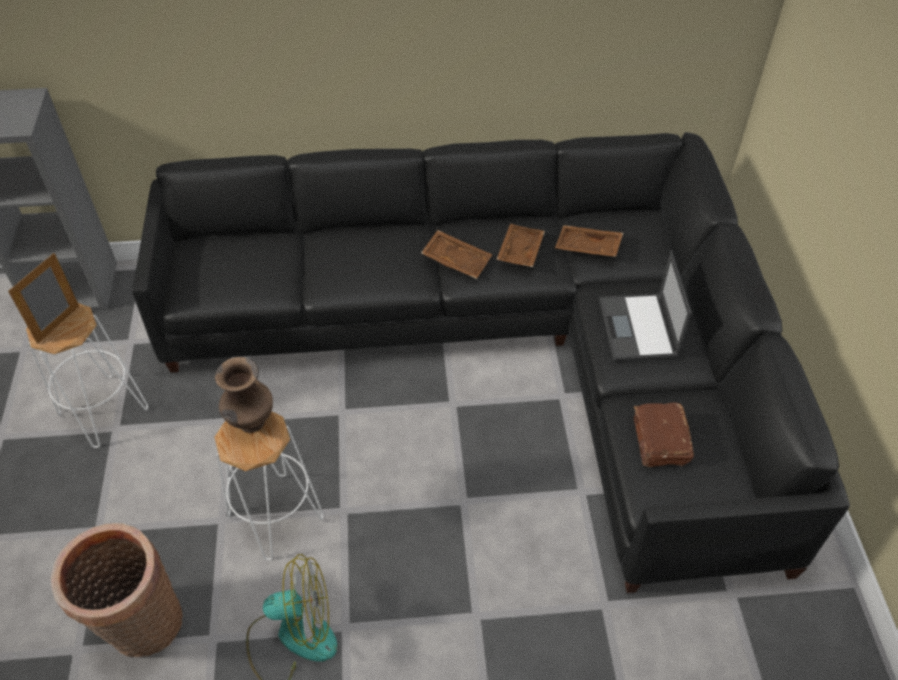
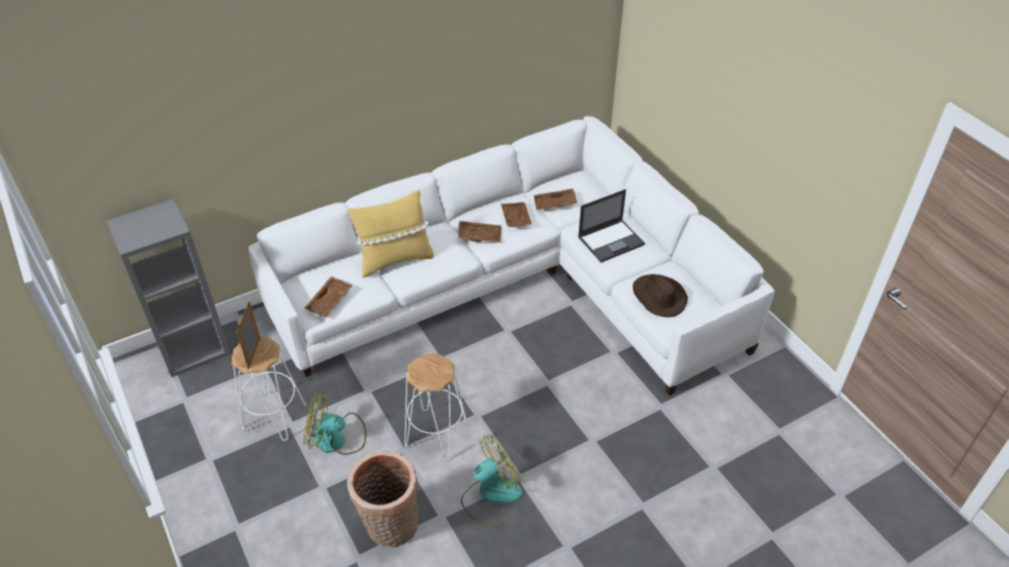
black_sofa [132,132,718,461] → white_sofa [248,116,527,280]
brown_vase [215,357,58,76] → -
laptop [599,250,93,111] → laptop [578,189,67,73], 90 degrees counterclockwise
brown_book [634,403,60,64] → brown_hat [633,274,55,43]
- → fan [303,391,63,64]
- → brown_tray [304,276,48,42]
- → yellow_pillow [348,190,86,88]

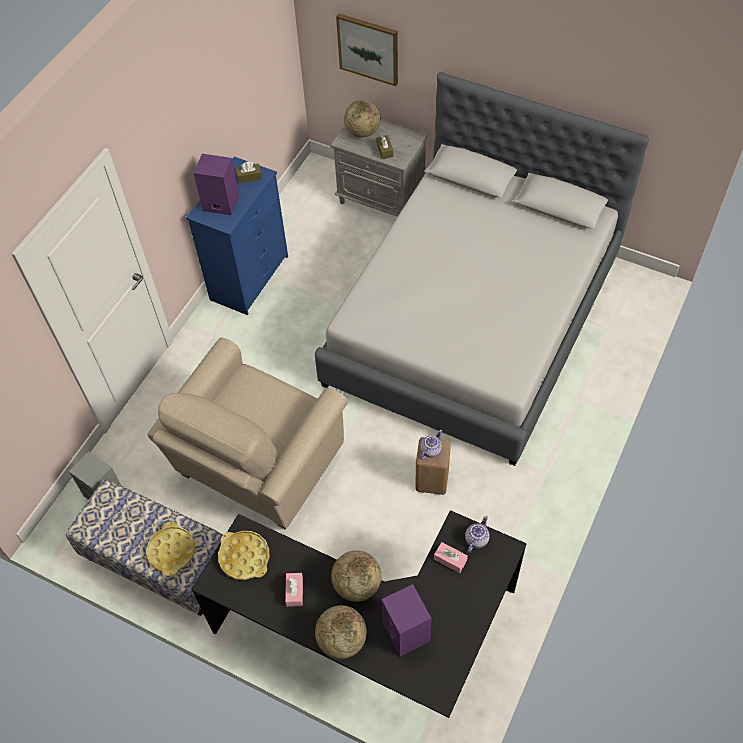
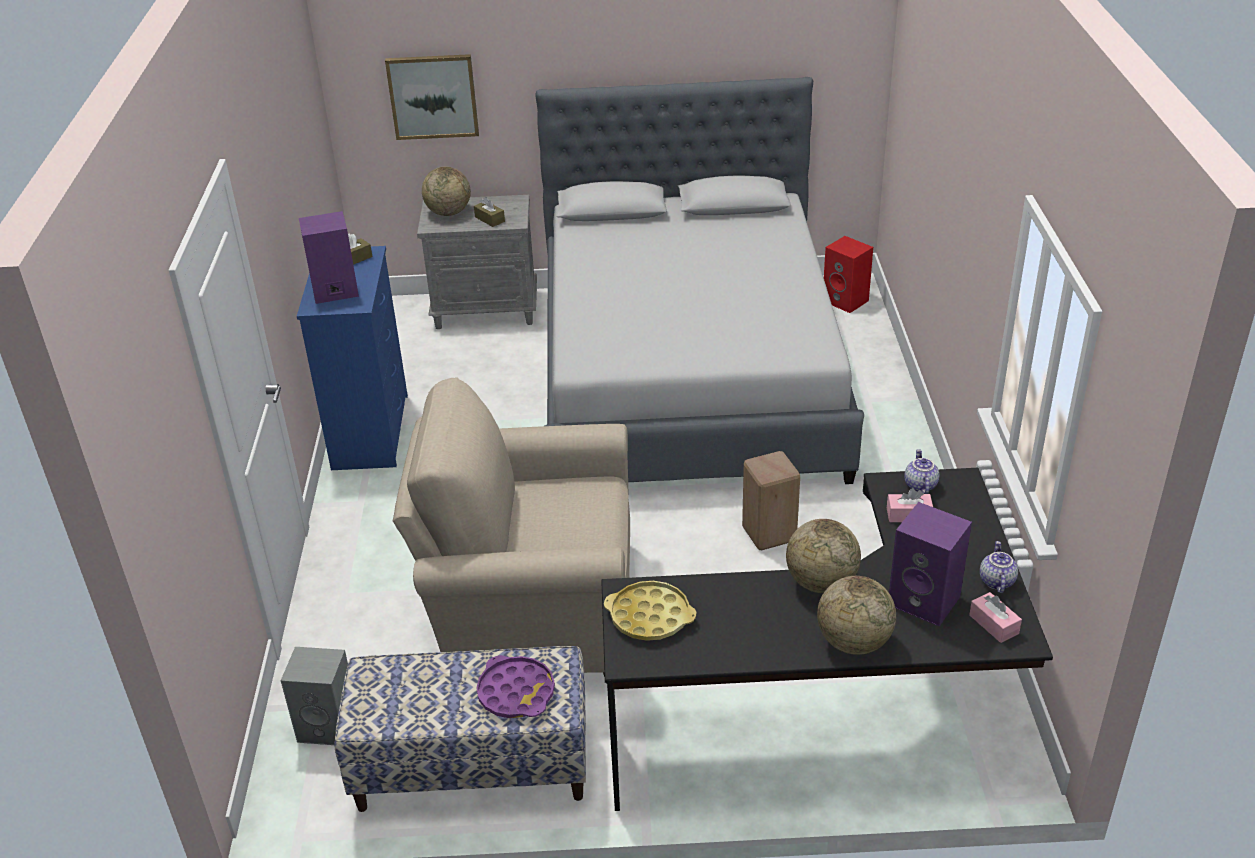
yellow_tray [146,522,49,54] → purple_tray [476,655,79,63]
beige_armchair [147,338,201,191] → beige_armchair [393,377,237,300], 90 degrees clockwise
pink_tissue_box [285,573,18,34] → pink_tissue_box [969,592,53,51], moved
teapot [420,430,22,30] → teapot [980,541,38,52], moved
- → red_speaker [824,236,49,77]

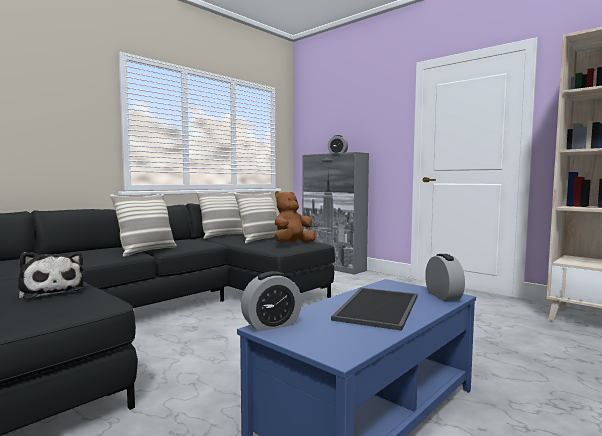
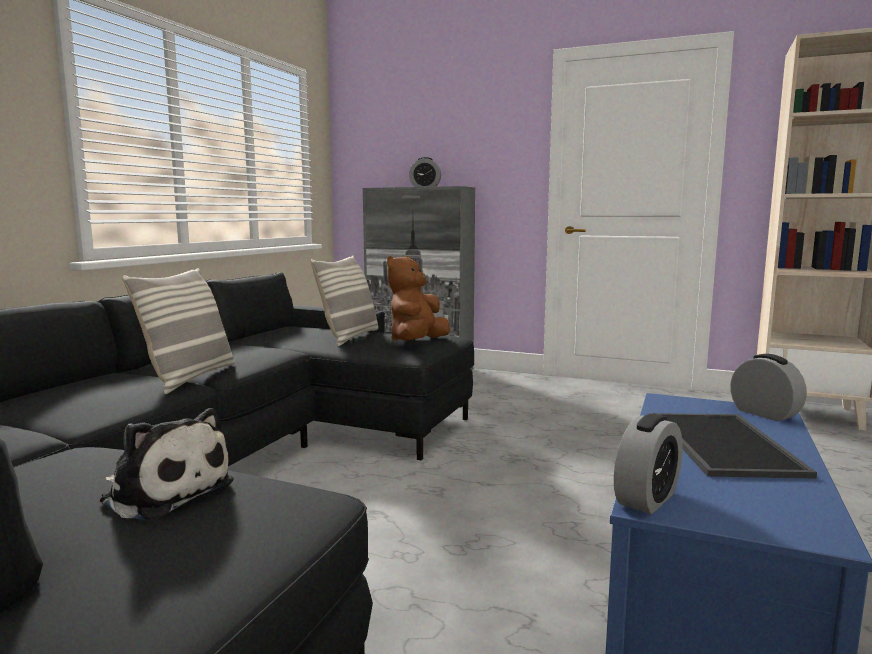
pillow [196,191,47,48] → -

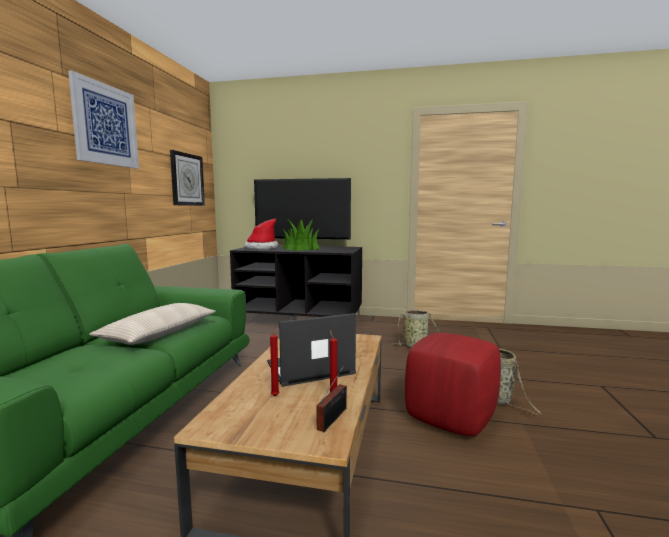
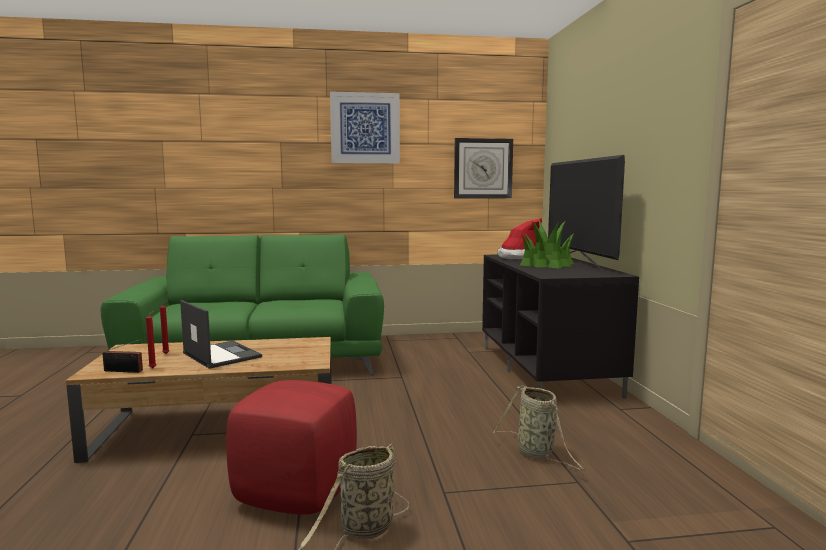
beige_pillow [89,303,127,42] → -

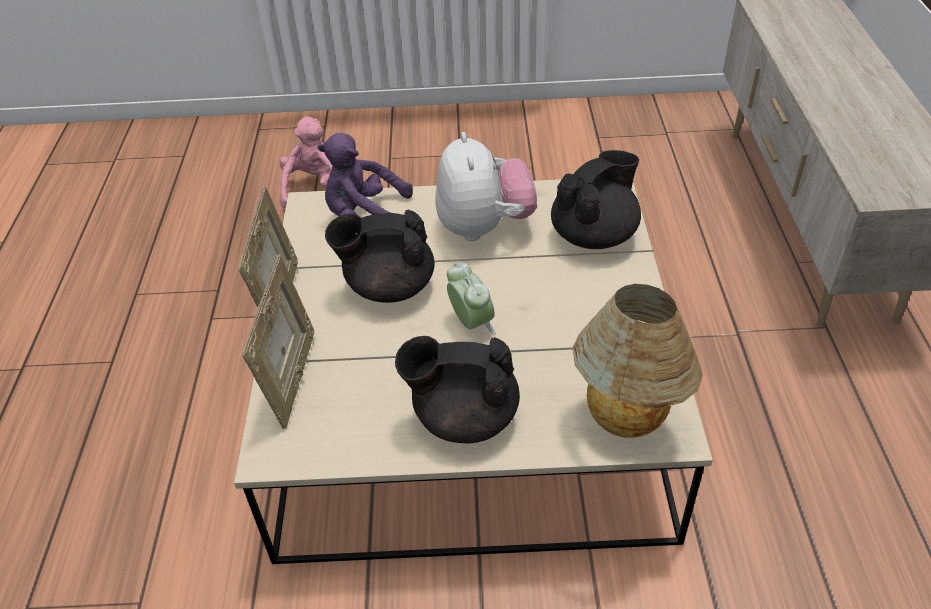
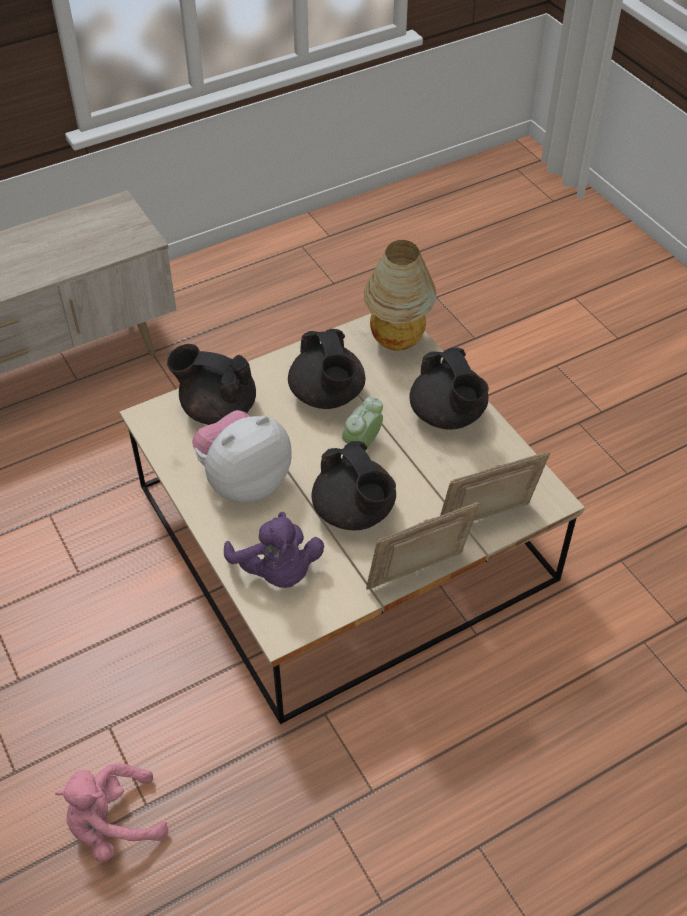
- → black_teapot [288,329,77,80]

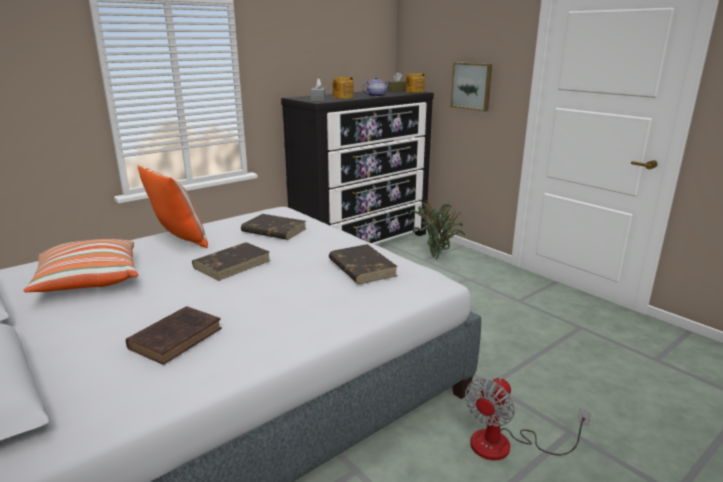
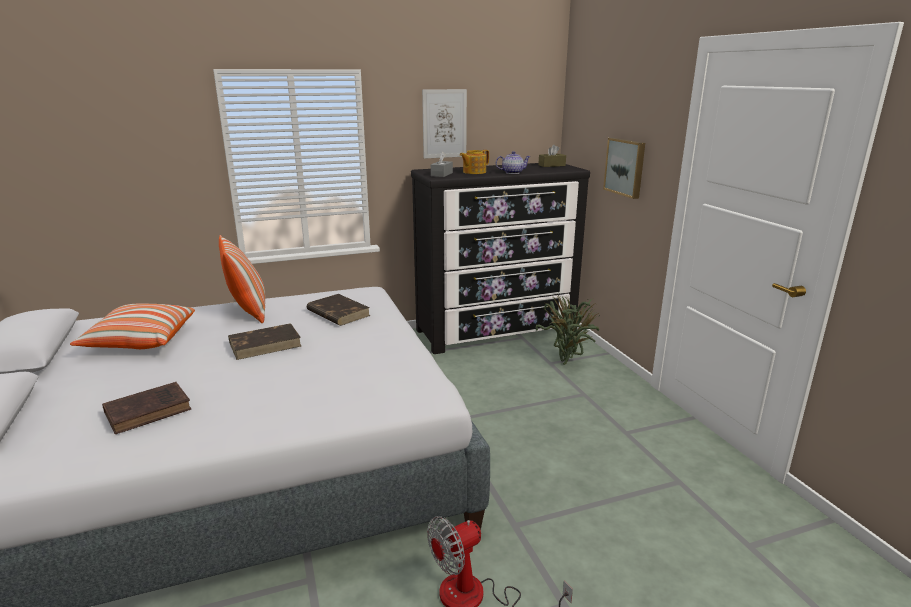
brown_book [329,244,69,40] → -
teapot [405,73,20,20] → -
- → picture [422,89,45,70]

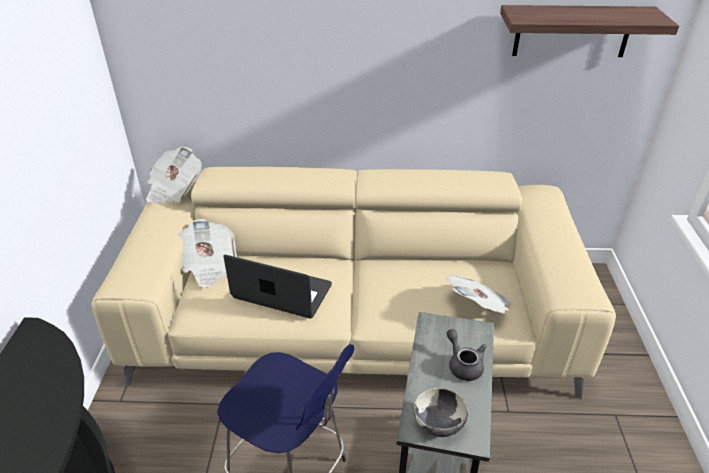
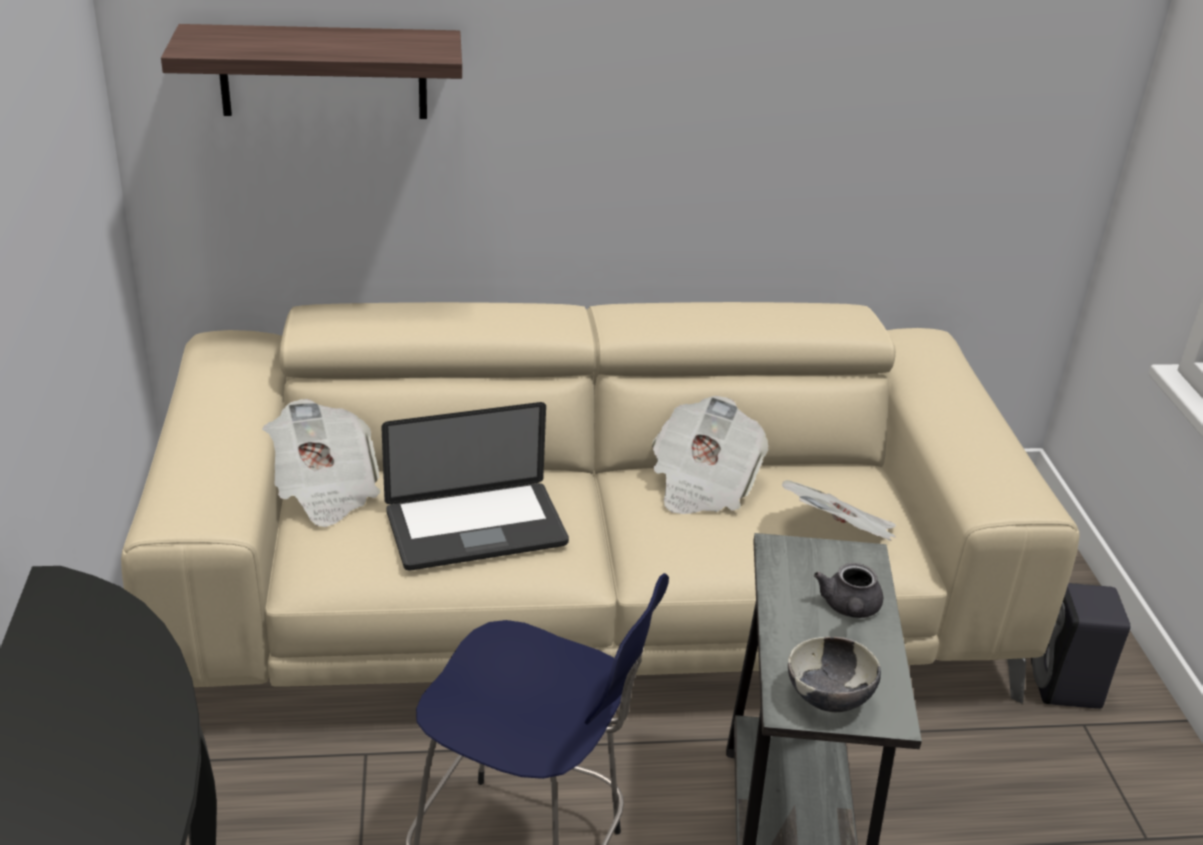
newspaper [146,147,56,57] → newspaper [652,396,116,118], moved
laptop [223,255,109,64] → laptop [381,402,188,168], 150 degrees clockwise
grey_teapot [447,329,40,52] → grey_teapot [814,563,69,55], 135 degrees counterclockwise
shelf [500,5,179,52] → shelf [161,24,301,95], moved
- → black_speaker [1031,583,100,126]

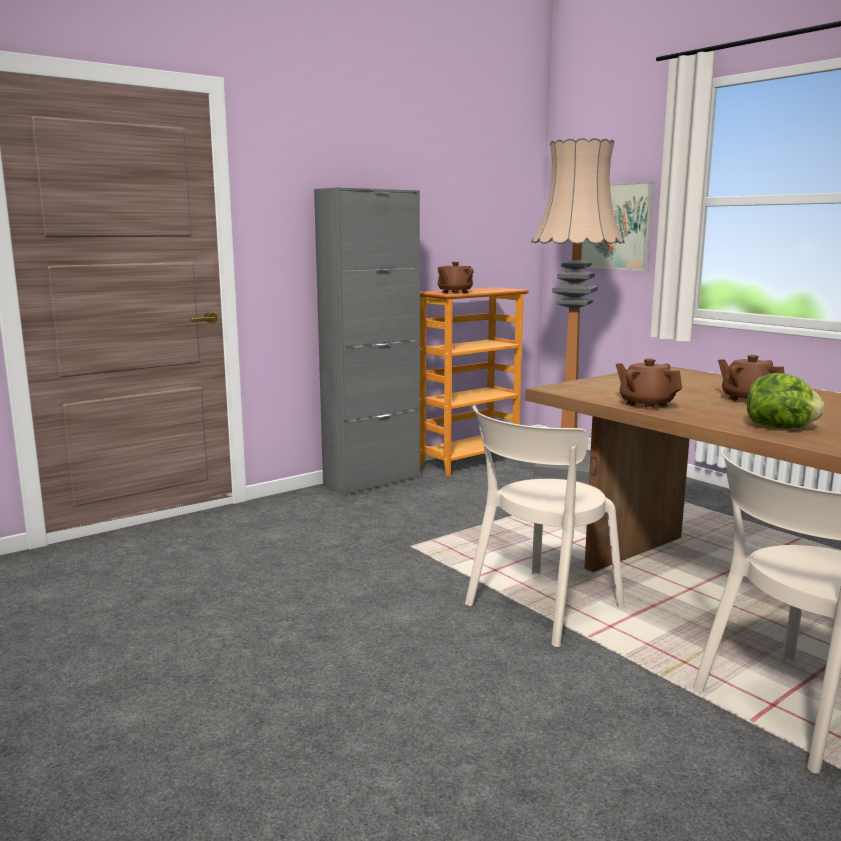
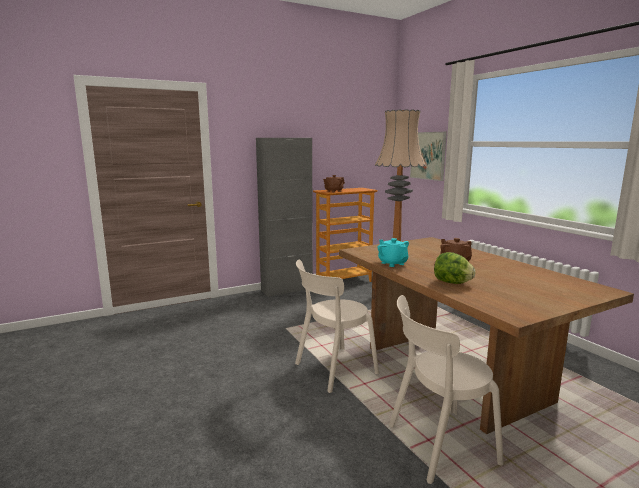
brown_teapot [616,359,66,51] → turquoise_teapot [378,238,31,29]

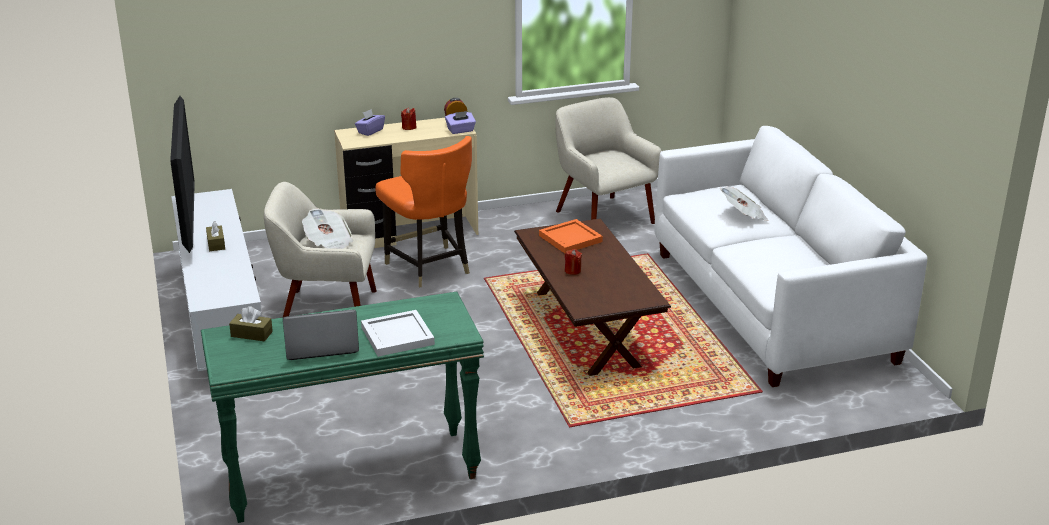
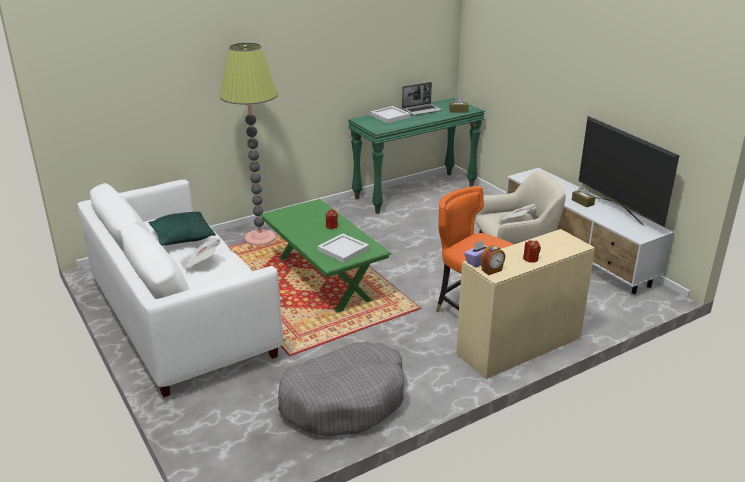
purple_tissue_box [355,109,30,27] → -
brown_coffee_table [514,218,157,158] → green_coffee_table [260,199,131,114]
orange_tray [539,219,64,34] → white_tray [317,234,52,29]
beige_armchair [555,97,106,127] → grey_dog_bed [278,341,126,95]
- → green_pillow [148,211,68,34]
- → floor_lamp [220,43,58,203]

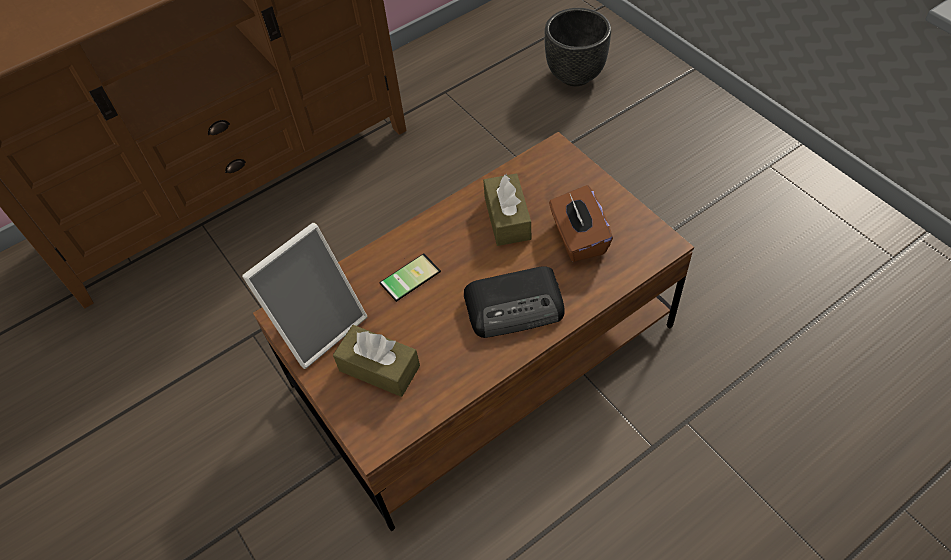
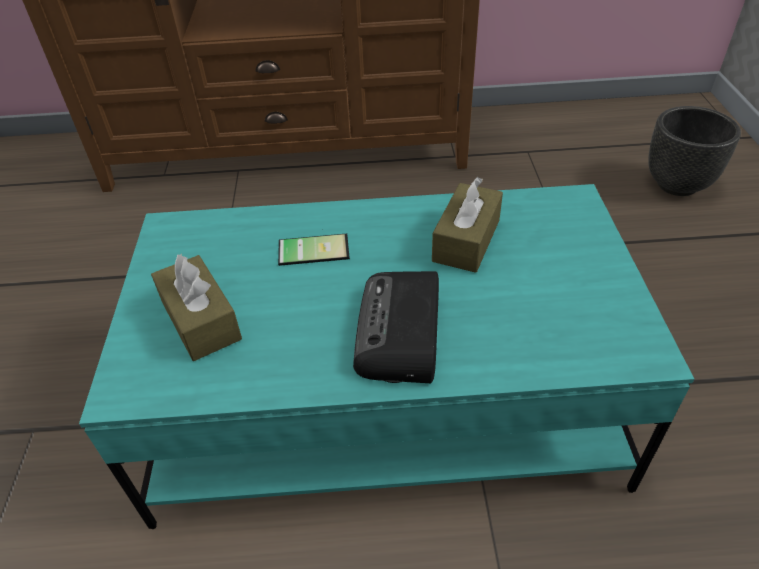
picture_frame [242,223,125,146] → -
brown_coffee_table [253,132,441,399] → turquoise_coffee_table [79,184,615,345]
radio [464,266,101,72] → radio [353,271,86,112], 75 degrees clockwise
brown_tissue_box [549,185,64,77] → -

